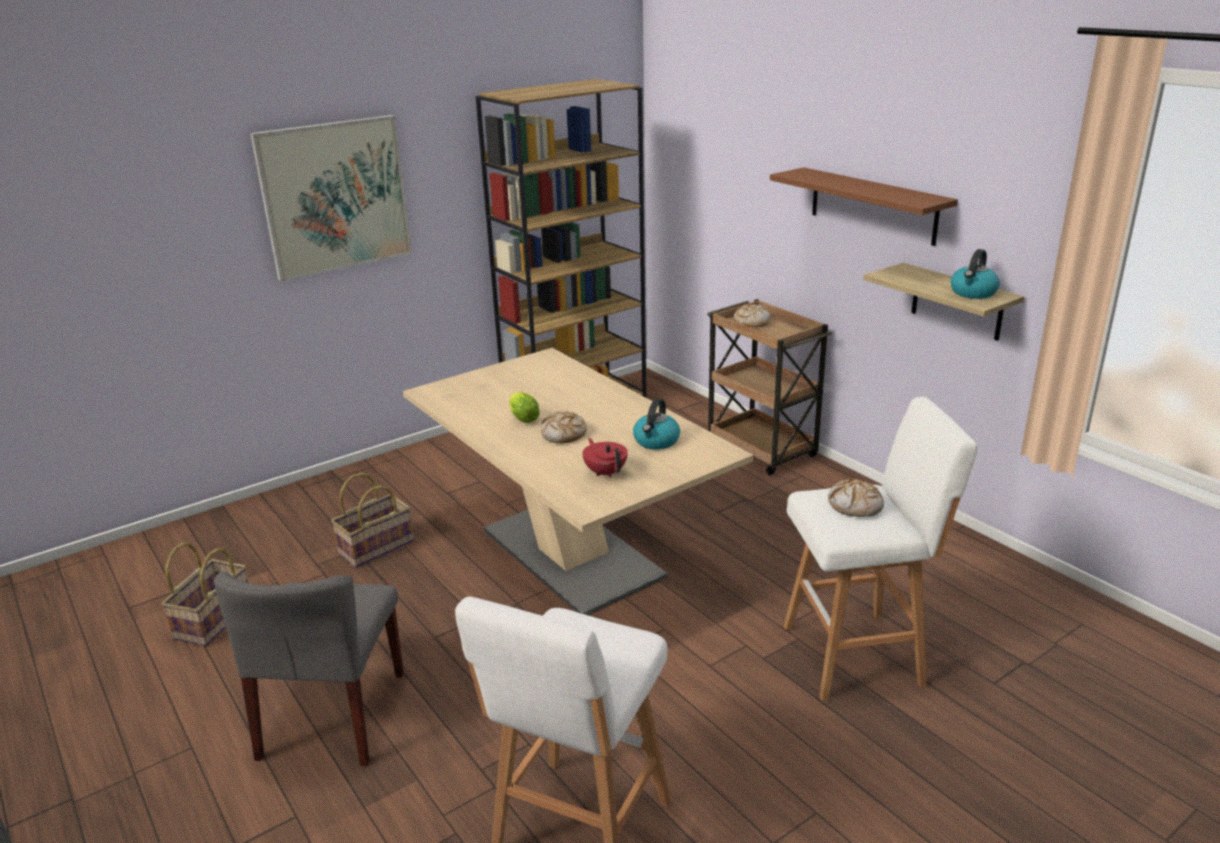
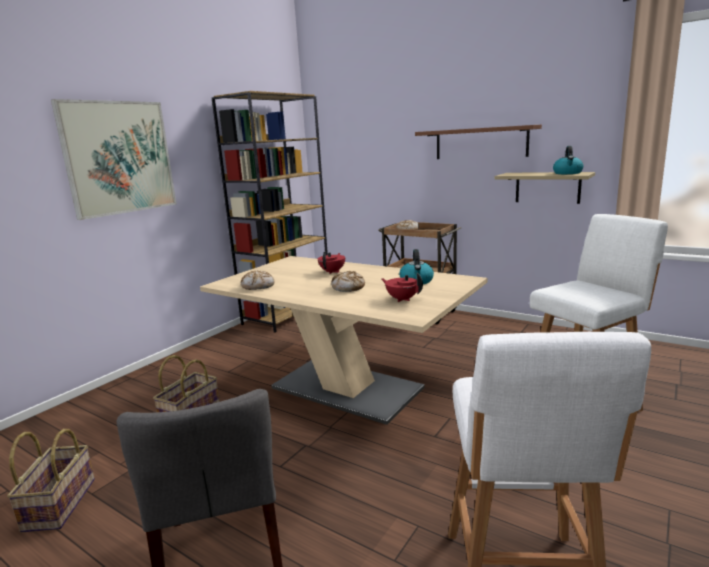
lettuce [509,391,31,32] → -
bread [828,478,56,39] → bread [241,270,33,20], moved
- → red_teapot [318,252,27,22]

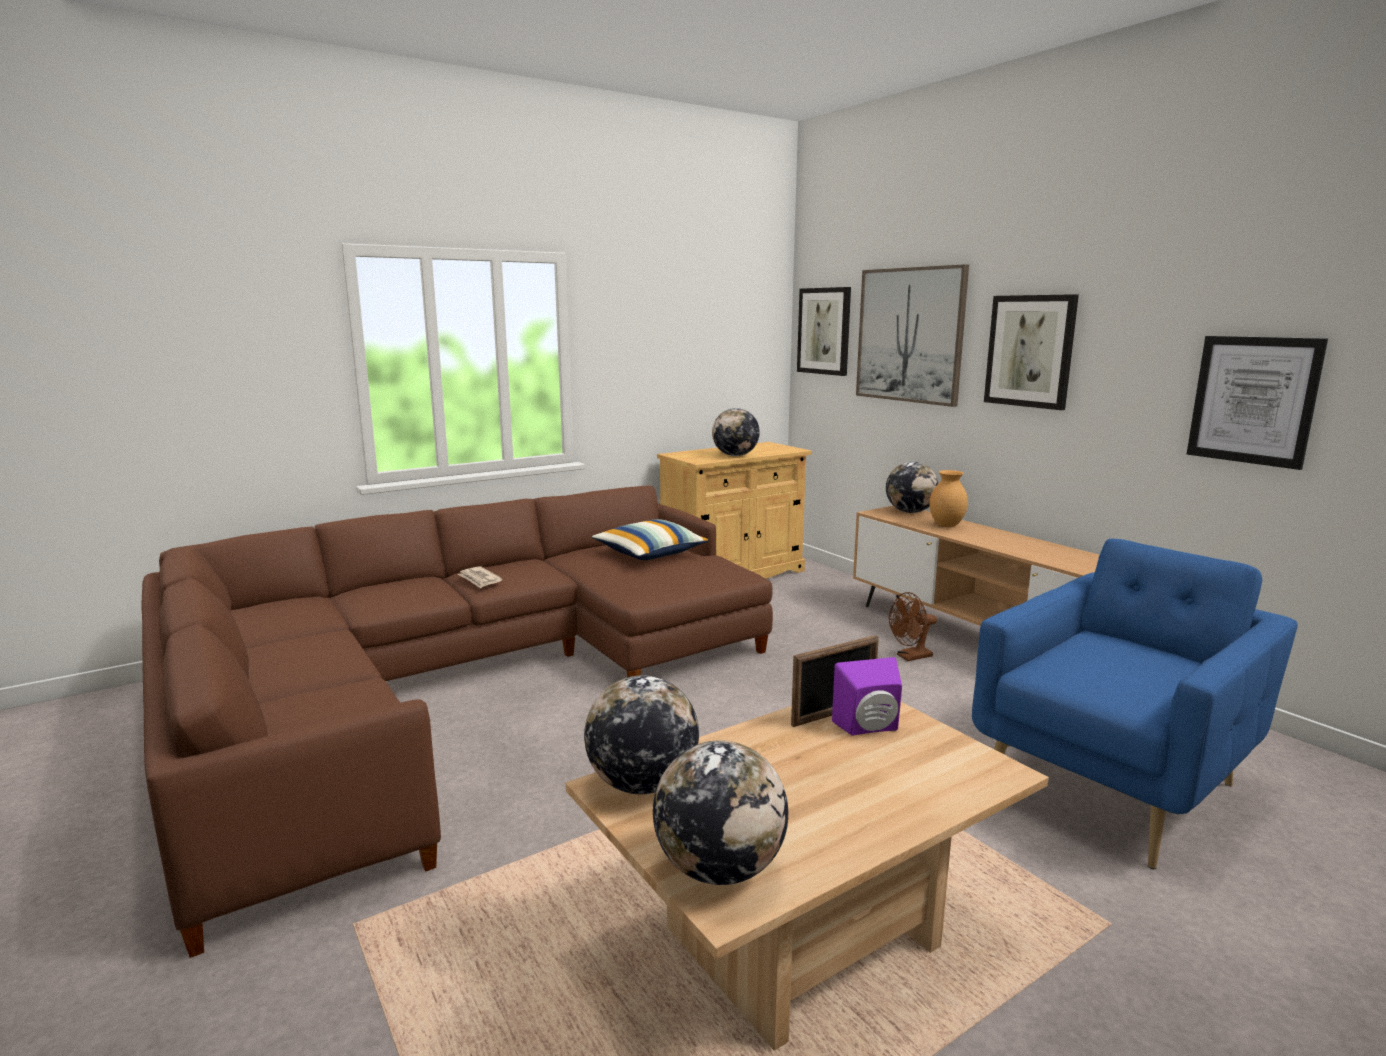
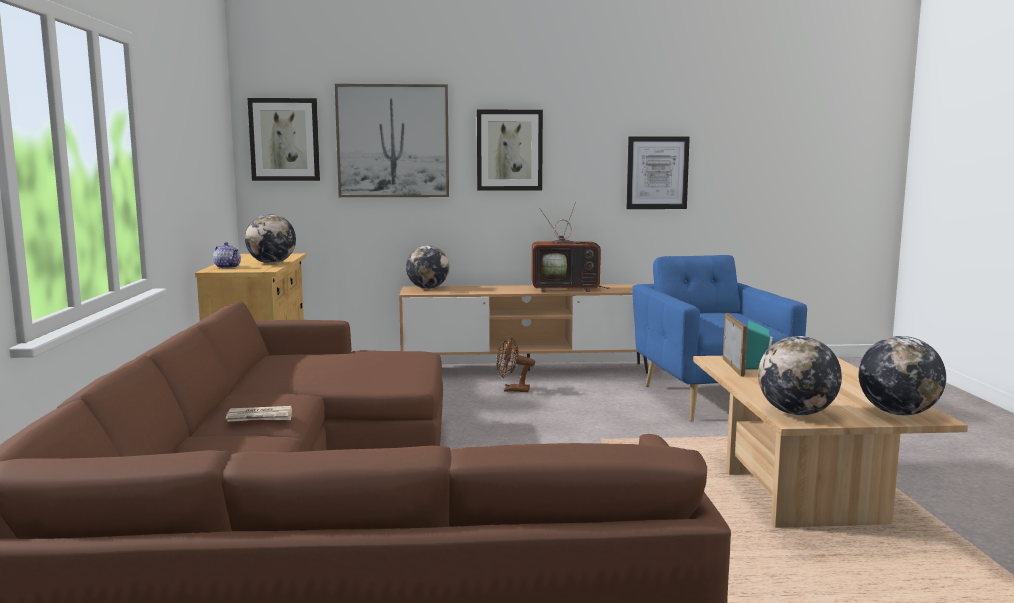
pillow [592,519,117,41] → -
purple_speaker [832,657,70,79] → turquoise_speaker [745,320,28,50]
brown_fan [889,592,48,69] → brown_fan [496,337,39,55], 90 degrees clockwise
brown_vase [929,470,39,57] → -
- → teapot [213,242,28,27]
- → television [531,202,79,90]

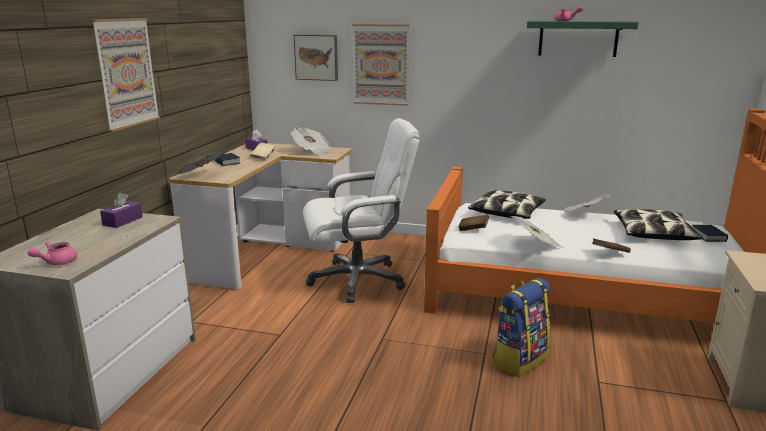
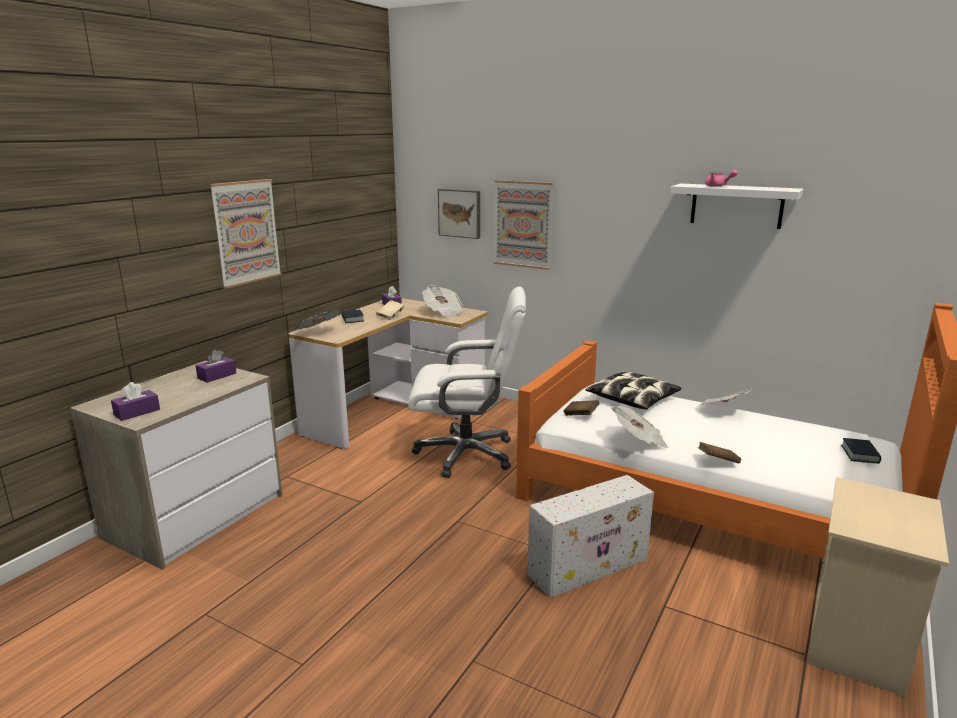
pink_teapot [27,242,50,23] → purple_tissue_box [111,382,49,39]
backpack [492,278,59,99] → white_storage_box [527,475,127,123]
green_shelf [527,21,111,36] → white_shelf [670,183,133,46]
pillow [614,209,89,31] → -

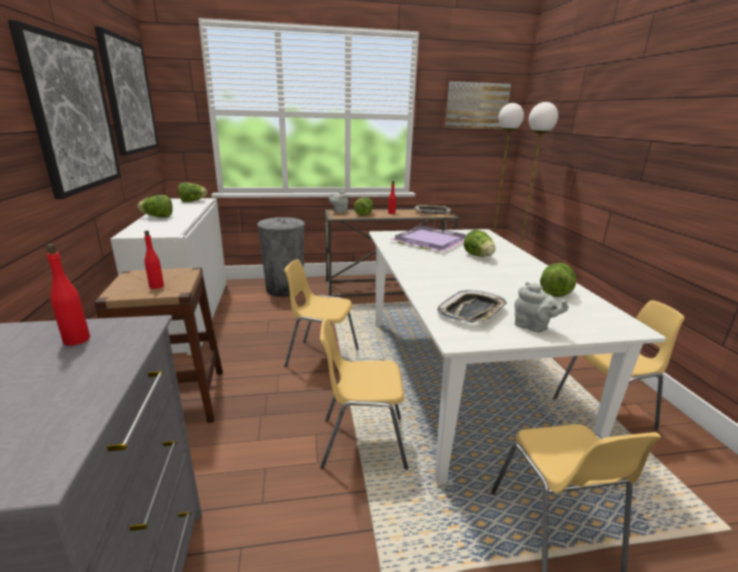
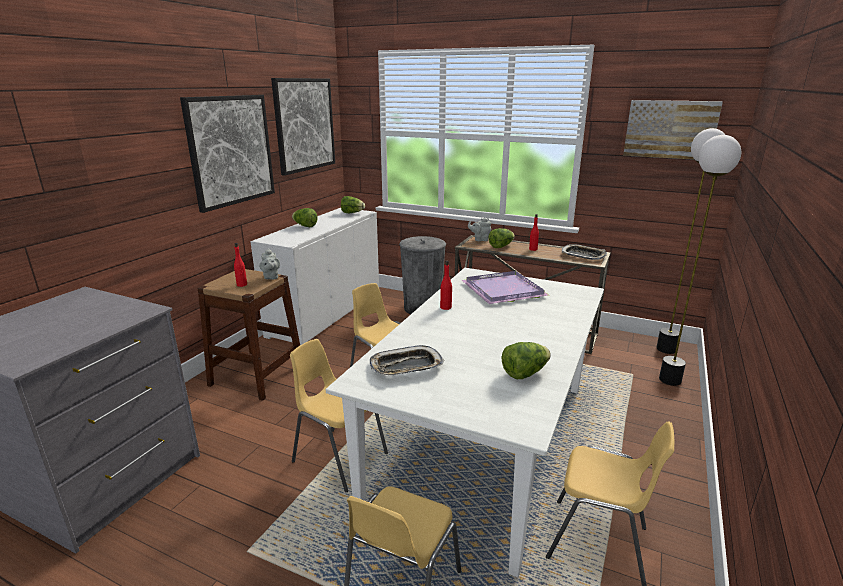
red_bottle [46,244,44,102] → red_bottle [440,260,12,50], moved
lettuce [464,229,31,28] → -
grey_teapot [515,282,54,51] → grey_teapot [259,249,21,30], moved

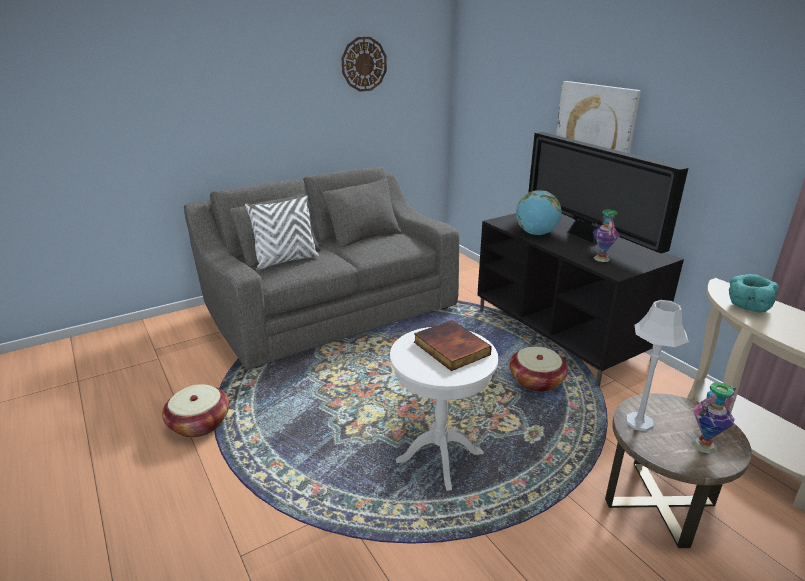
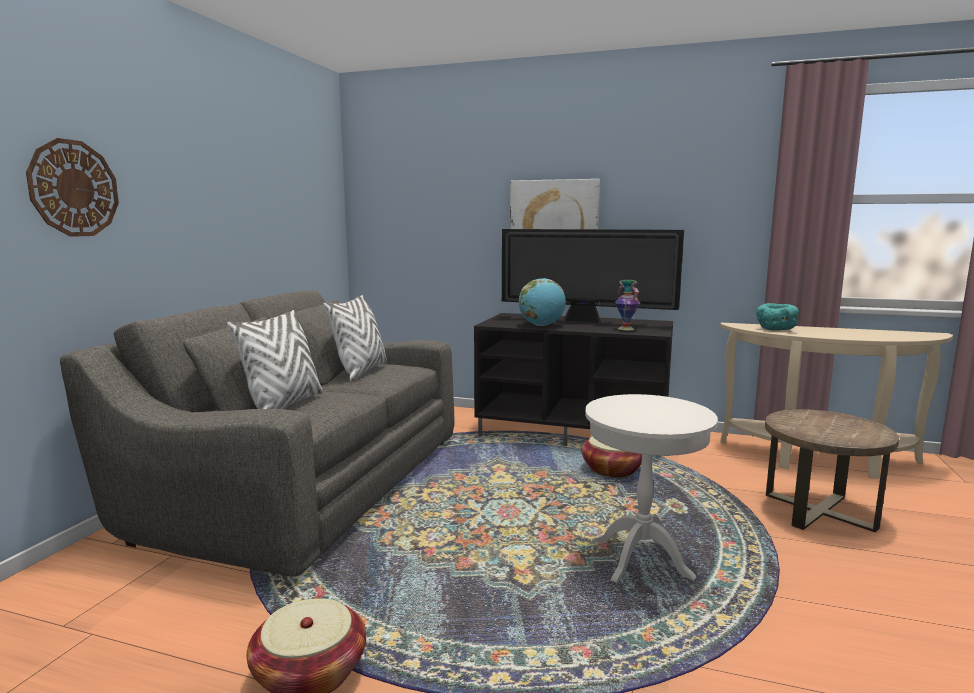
wall_clock [342,37,45,55] → wall_clock [26,138,93,99], moved
book [414,320,78,51] → -
grey_table_lamp [625,300,64,132] → -
vase [692,383,44,71] → -
- → white_pillow [323,295,64,87]

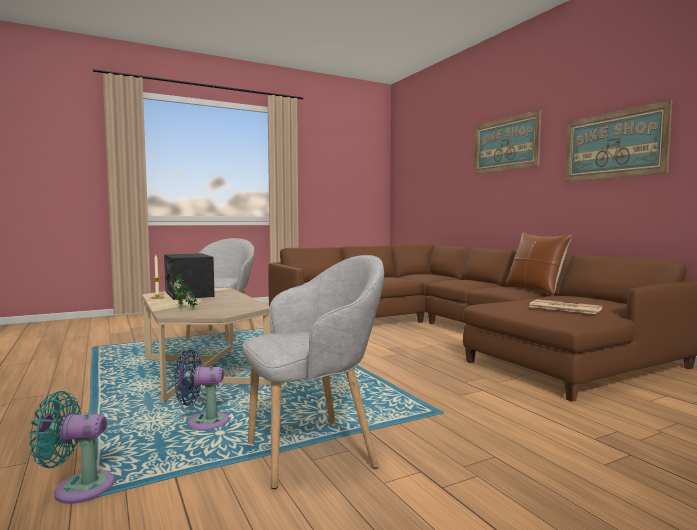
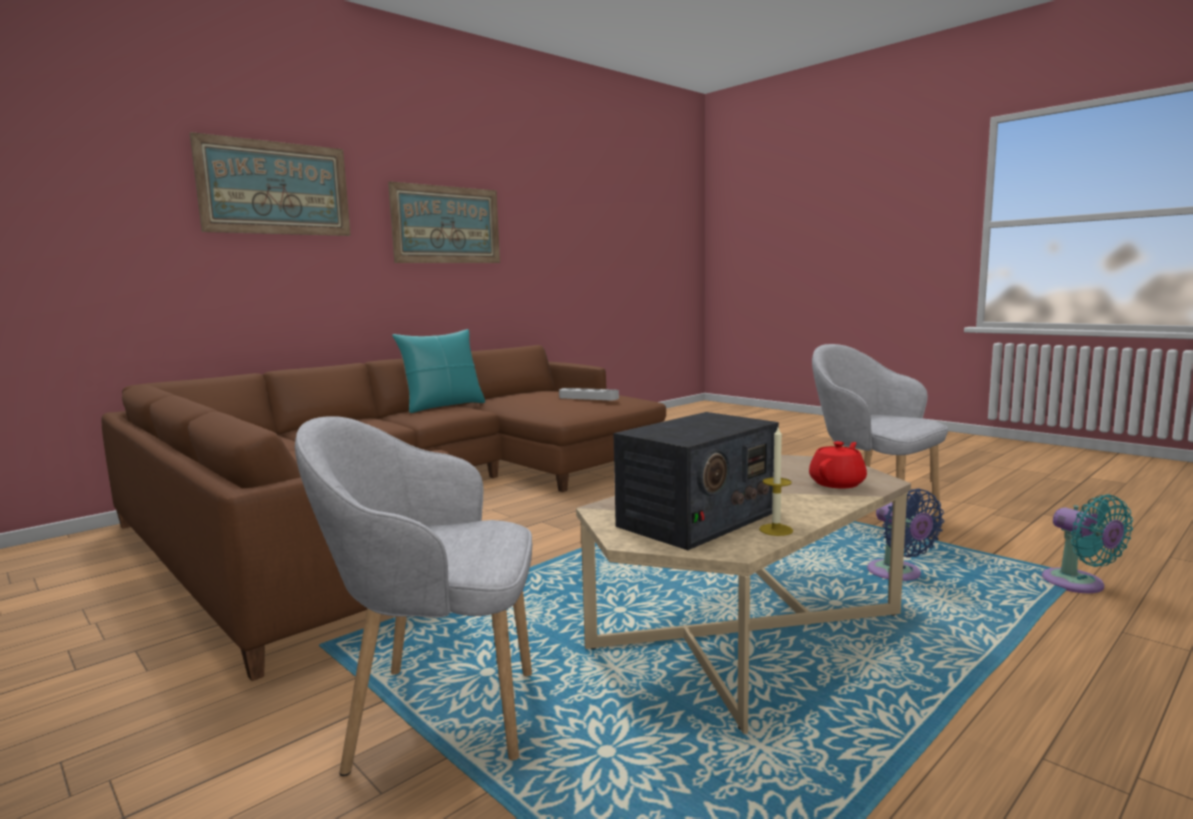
potted_plant [172,273,26,36] → red_teapot [809,441,58,48]
brown_pillow [506,233,66,62] → turquoise_pillow [392,329,93,84]
newspaper [529,299,73,15] → grey_tray [559,388,60,12]

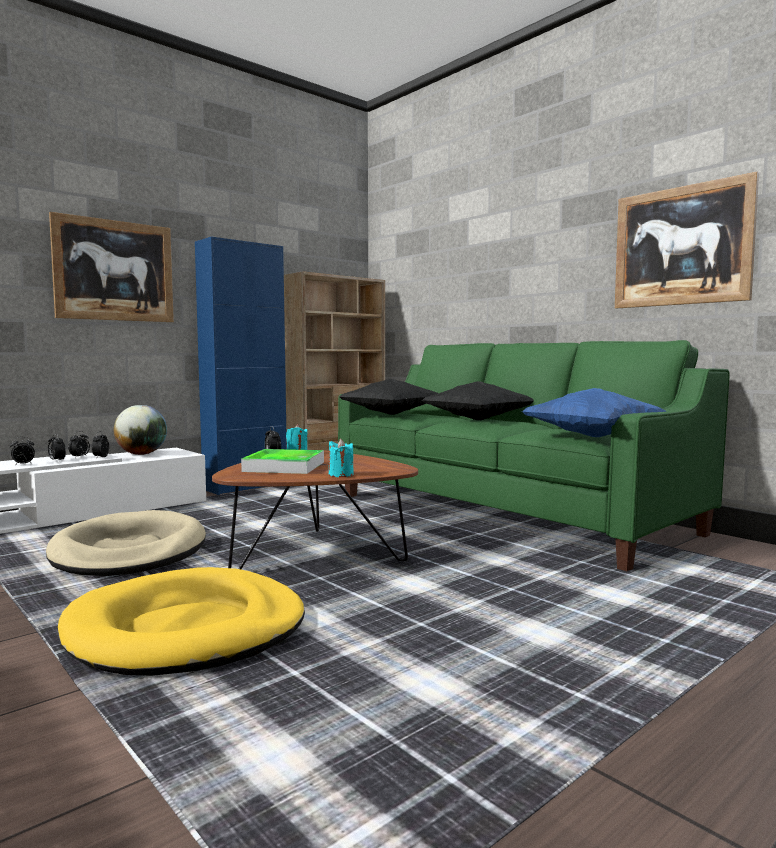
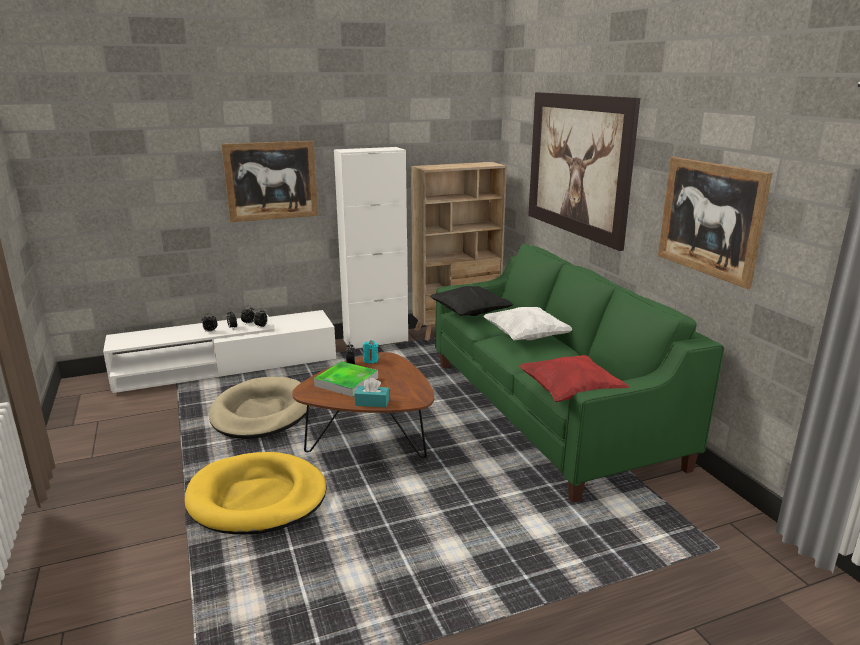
globe [114,405,53,50] → -
blue_cabinet [195,237,92,258] → white_cabinet [334,147,74,202]
turquoise_candle [329,439,25,38] → turquoise_tissue_box [355,378,34,29]
black_pillow [422,381,112,39] → white_pillow [483,307,89,34]
blue_pillow [521,388,146,49] → red_pillow [519,355,111,47]
- → picture [528,92,112,159]

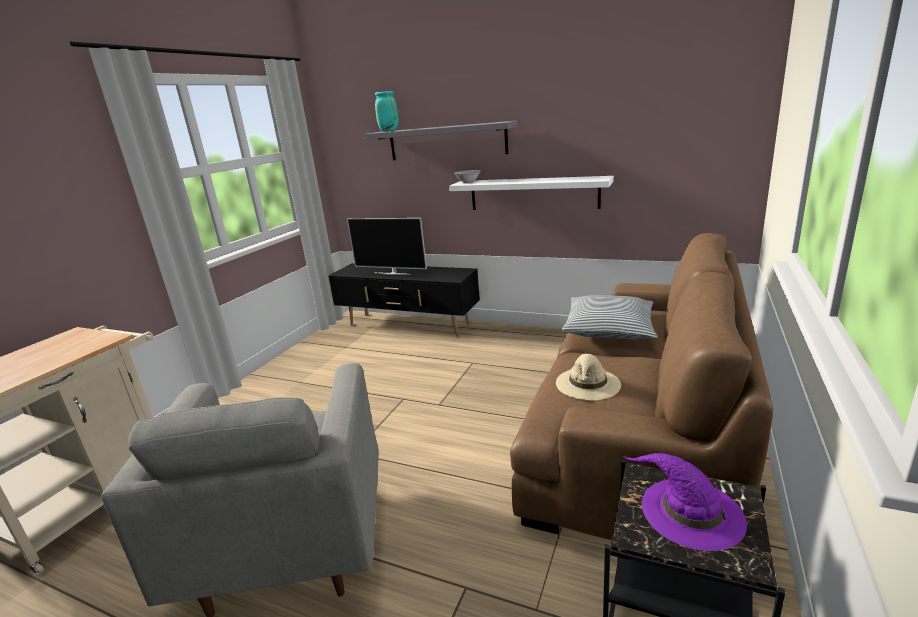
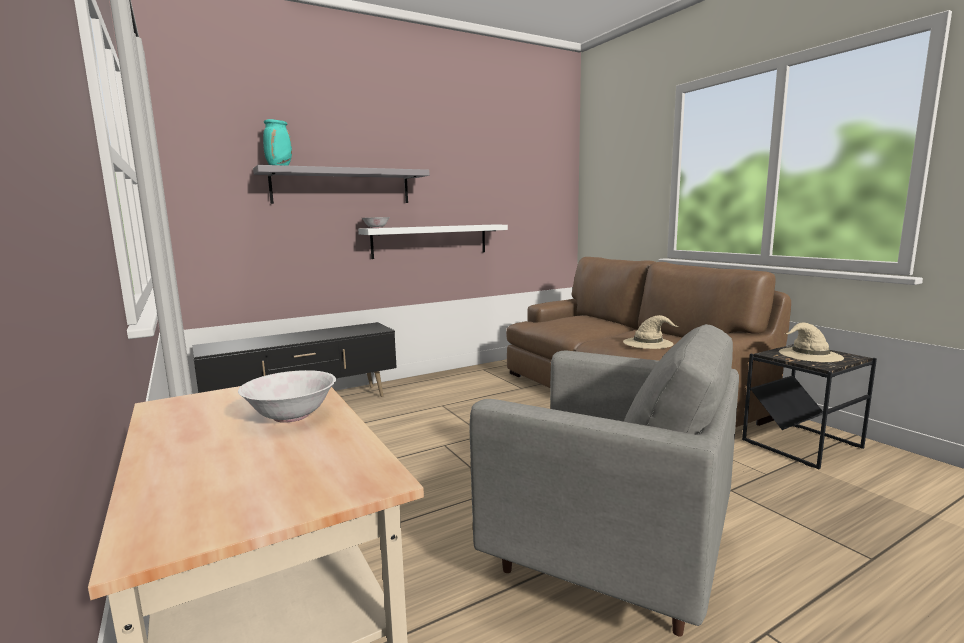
television [347,218,80,57] → -
pillow [561,295,97,45] → -
purple_hat [623,453,124,98] → beige_hat [779,323,65,39]
- → white_bowl [238,370,98,53]

